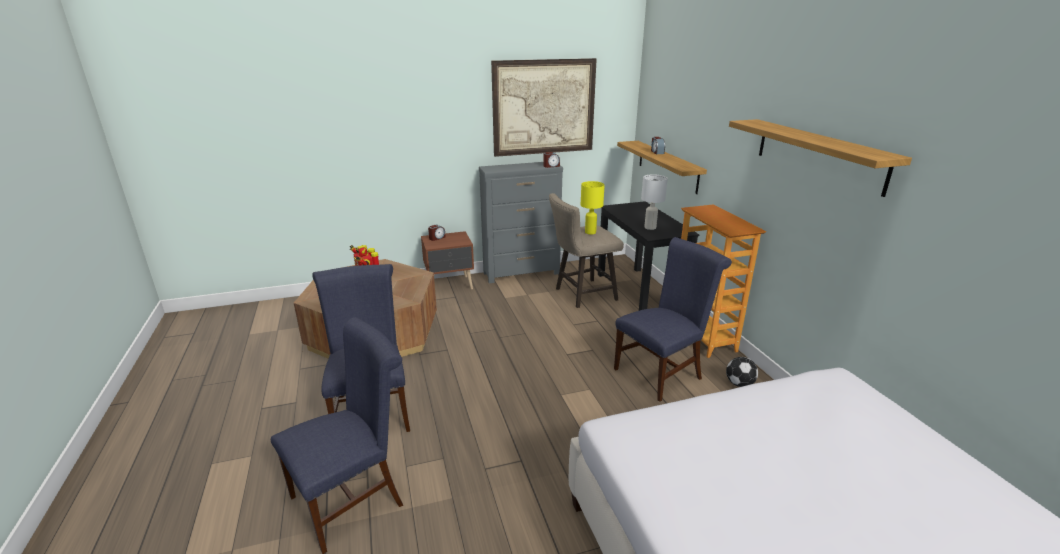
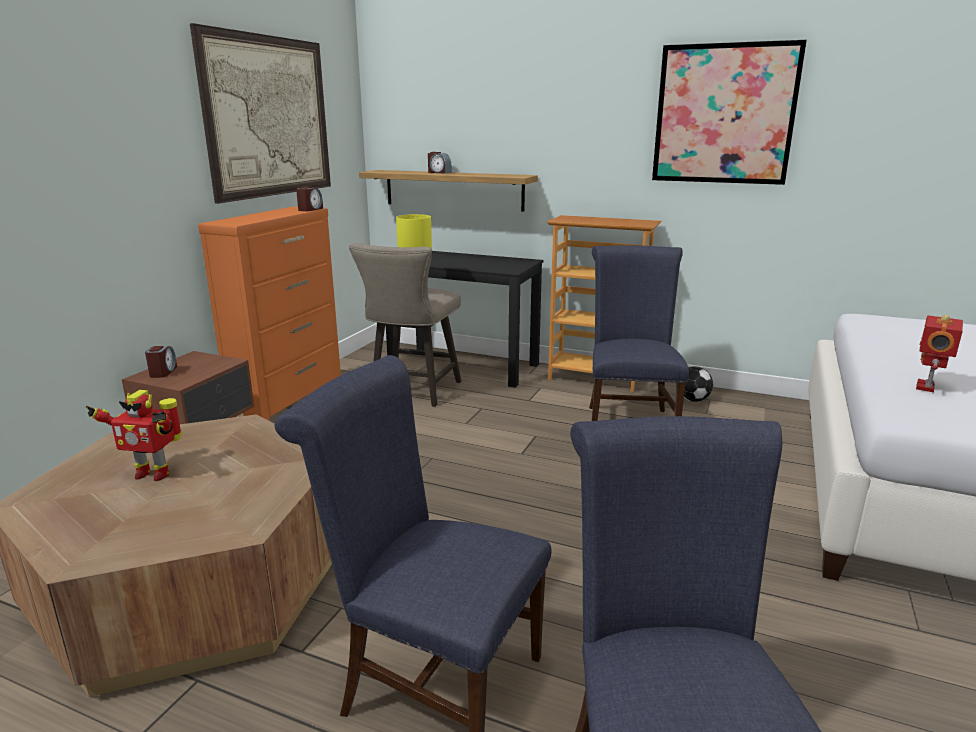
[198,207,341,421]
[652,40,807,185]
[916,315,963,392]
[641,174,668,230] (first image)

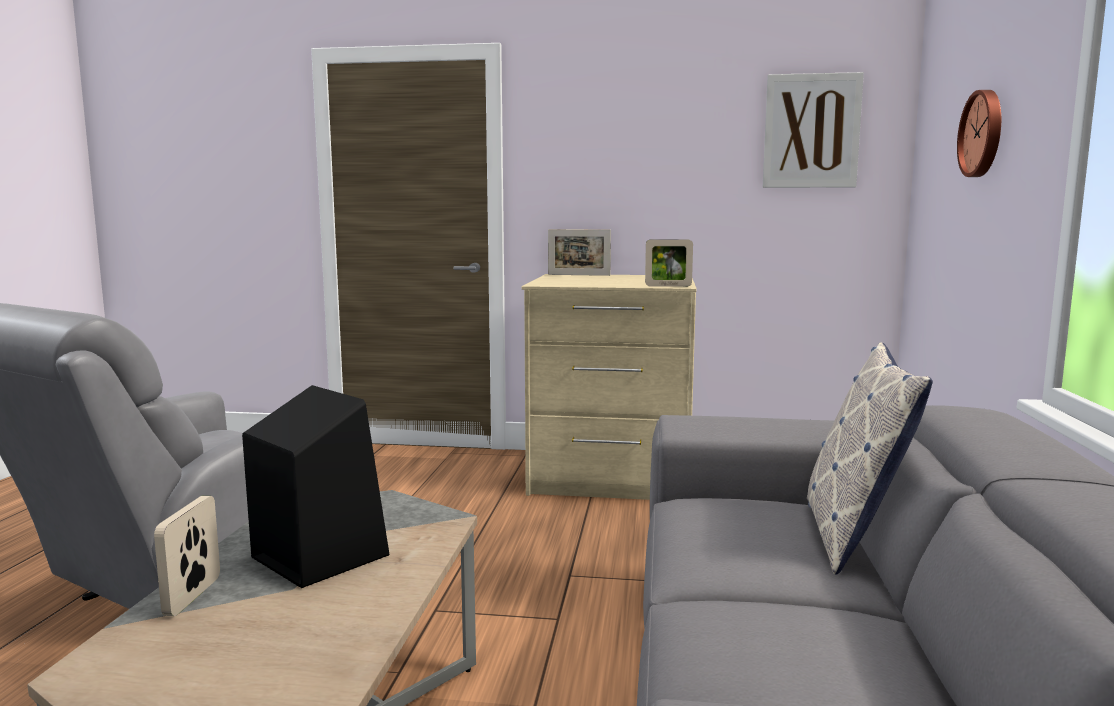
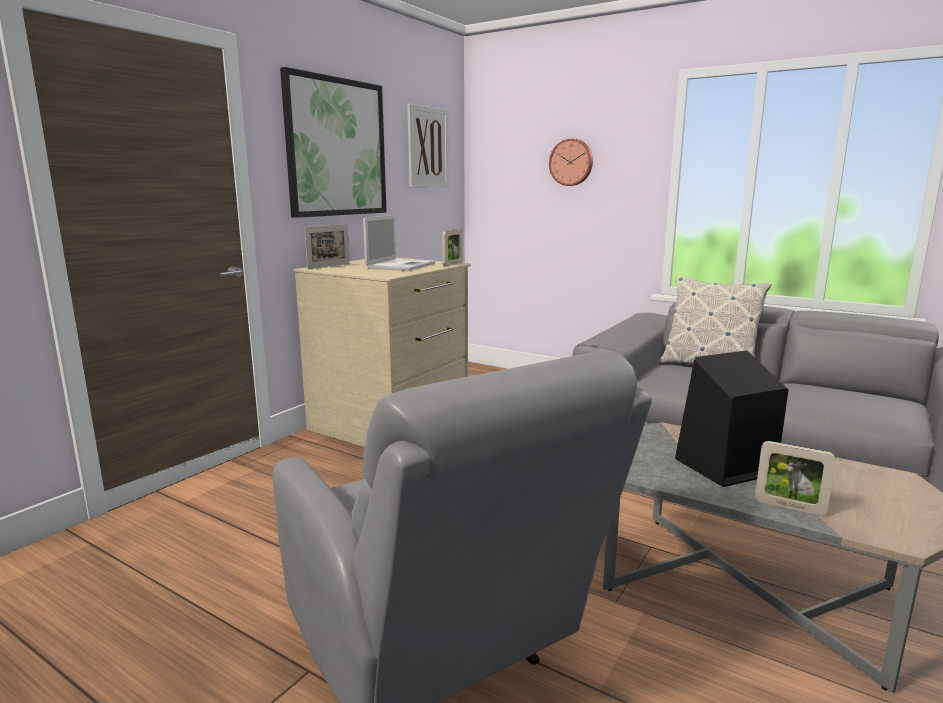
[280,67,387,218]
[363,215,435,271]

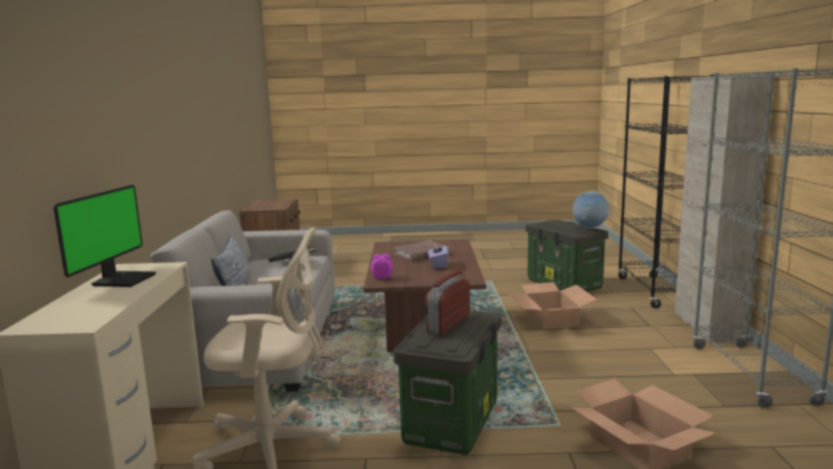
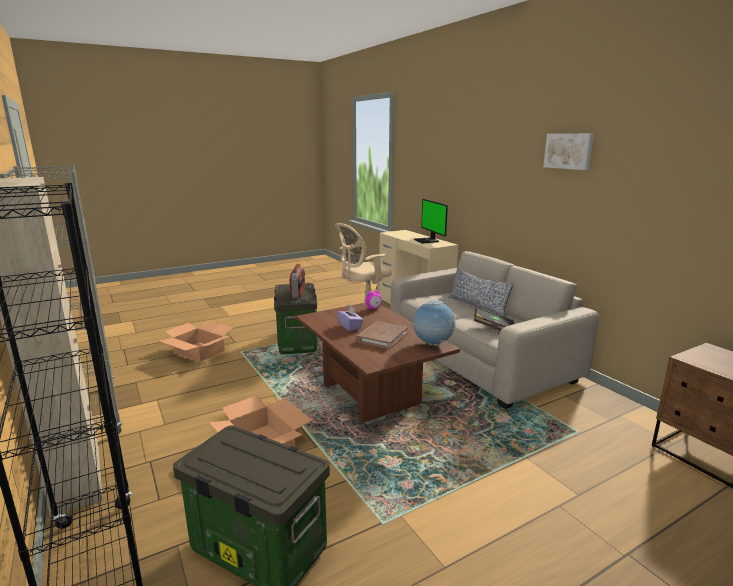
[413,300,456,346]
[543,133,594,170]

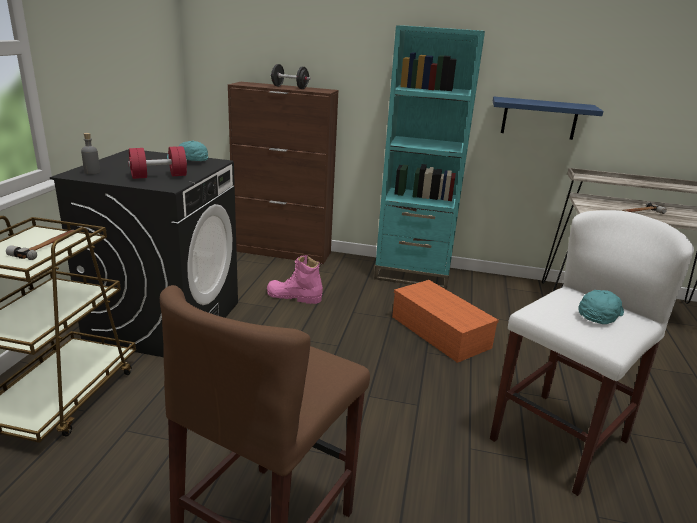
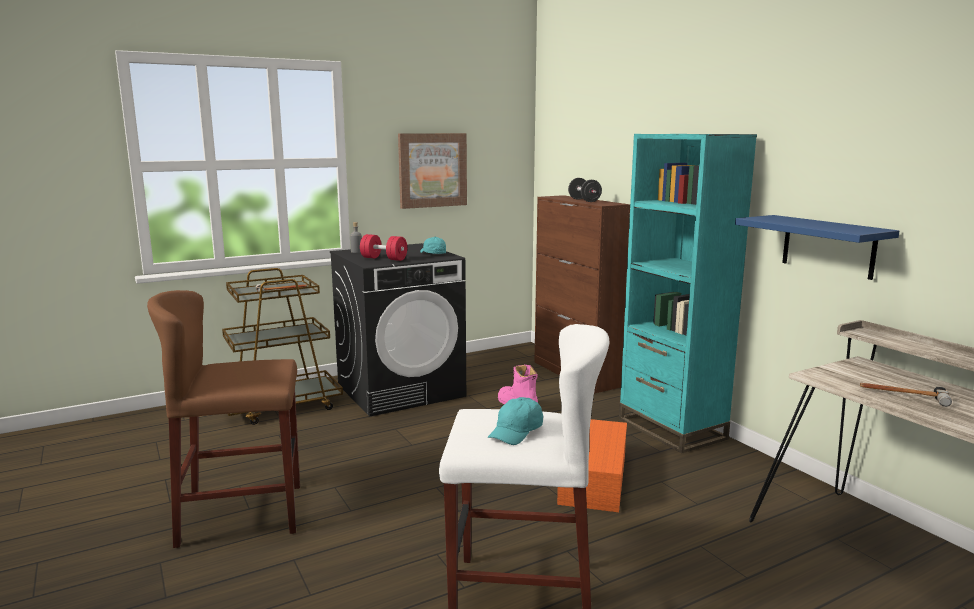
[398,133,467,209]
[488,397,543,445]

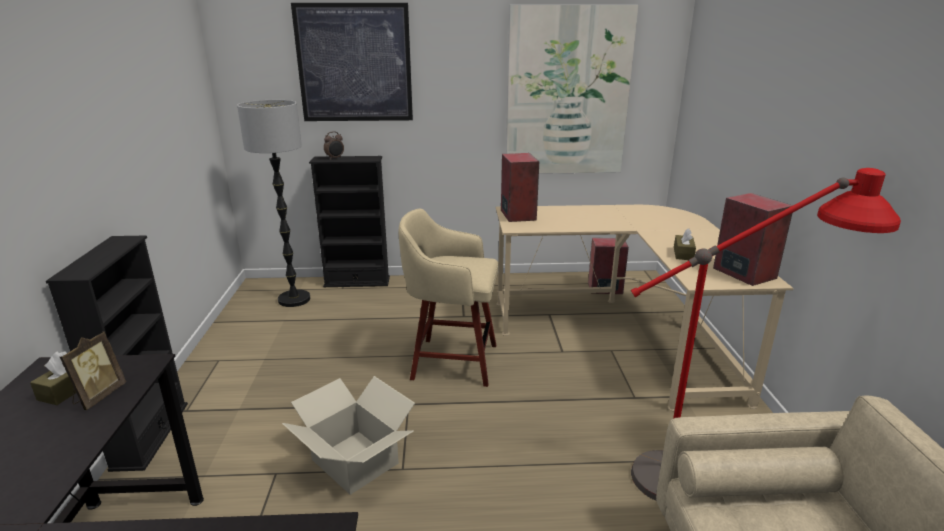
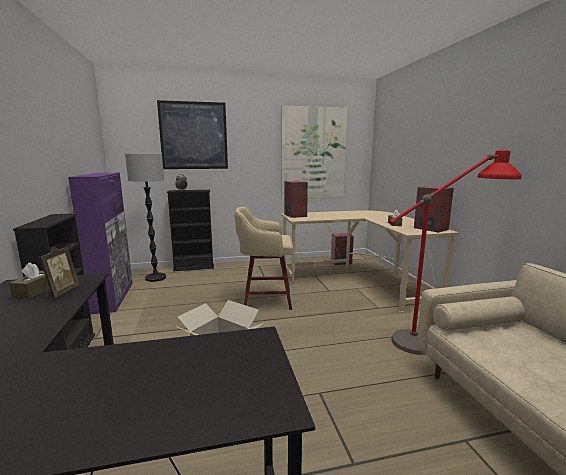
[68,173,133,314]

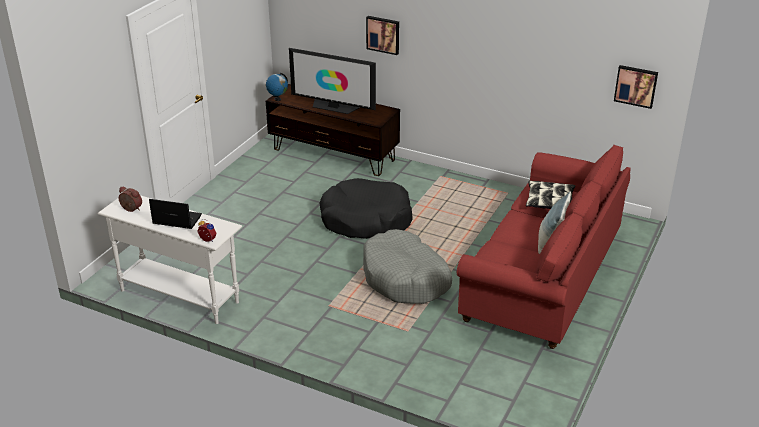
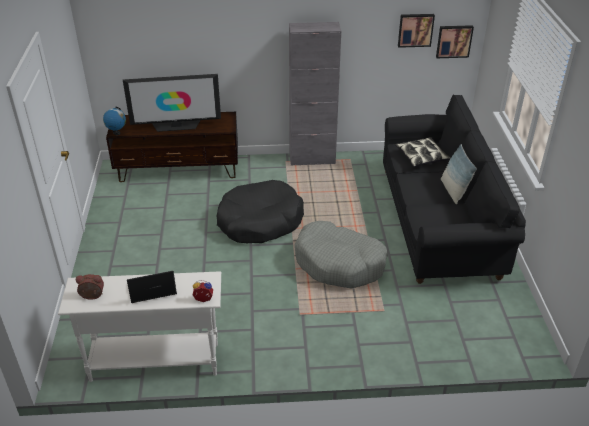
[289,22,341,165]
[383,95,526,284]
[398,14,435,48]

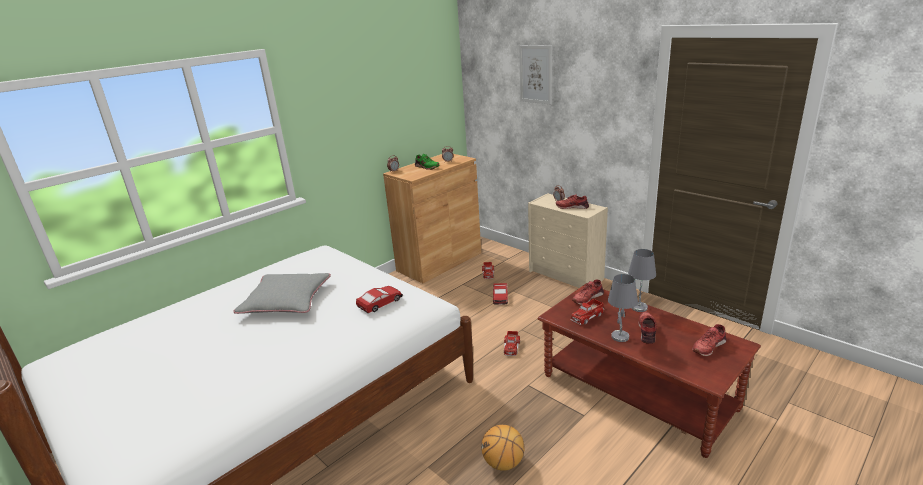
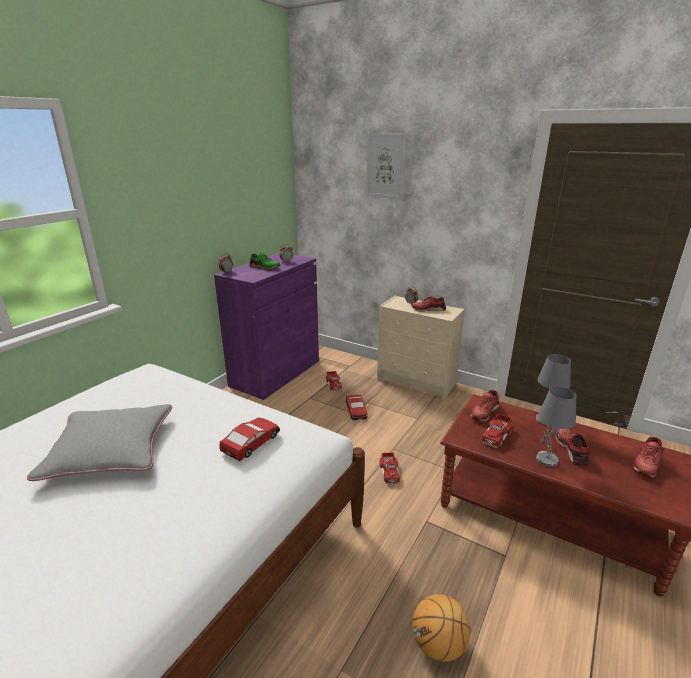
[214,253,319,400]

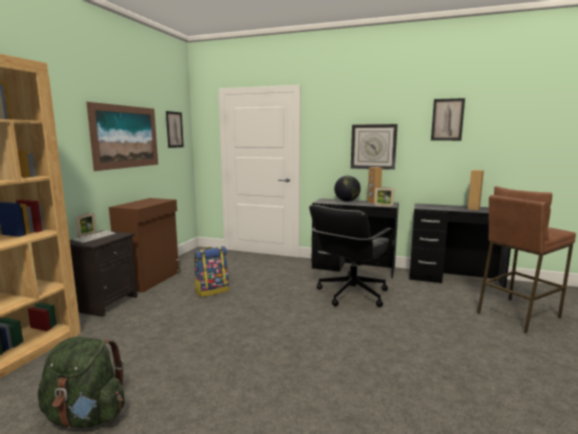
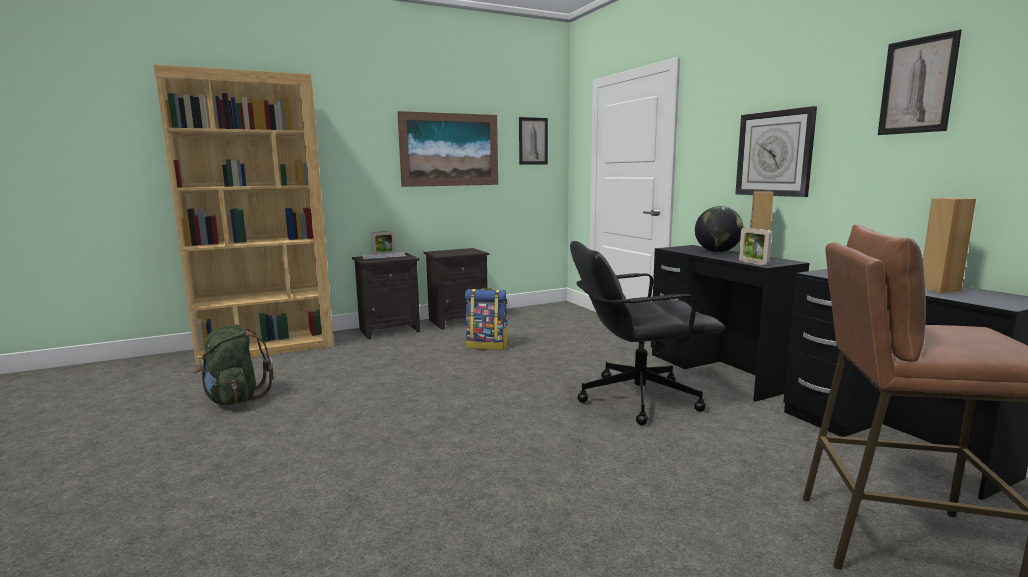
[424,248,489,330]

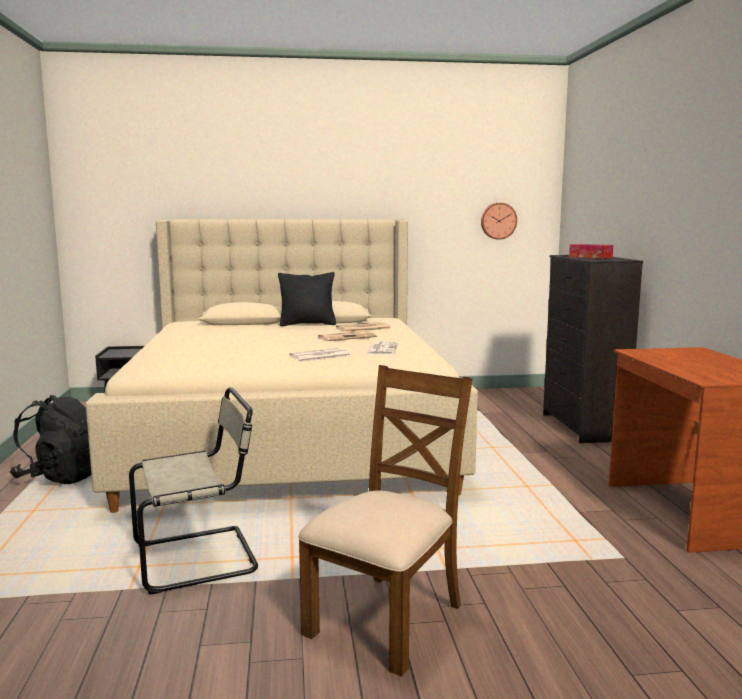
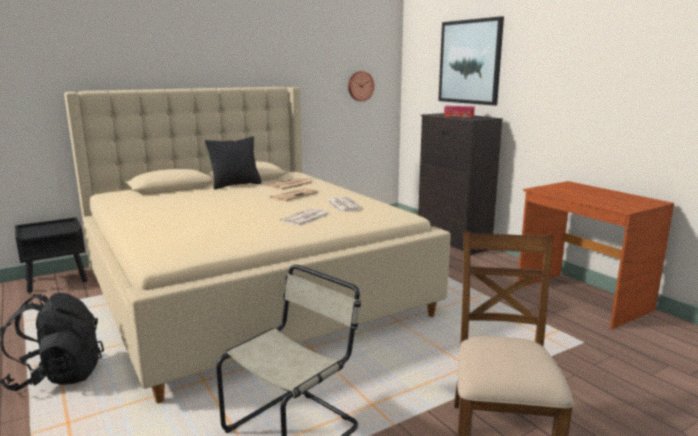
[438,16,504,106]

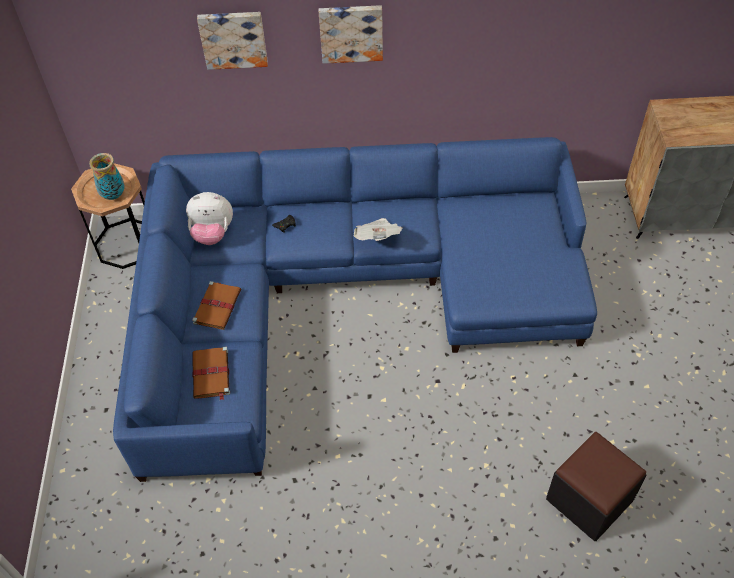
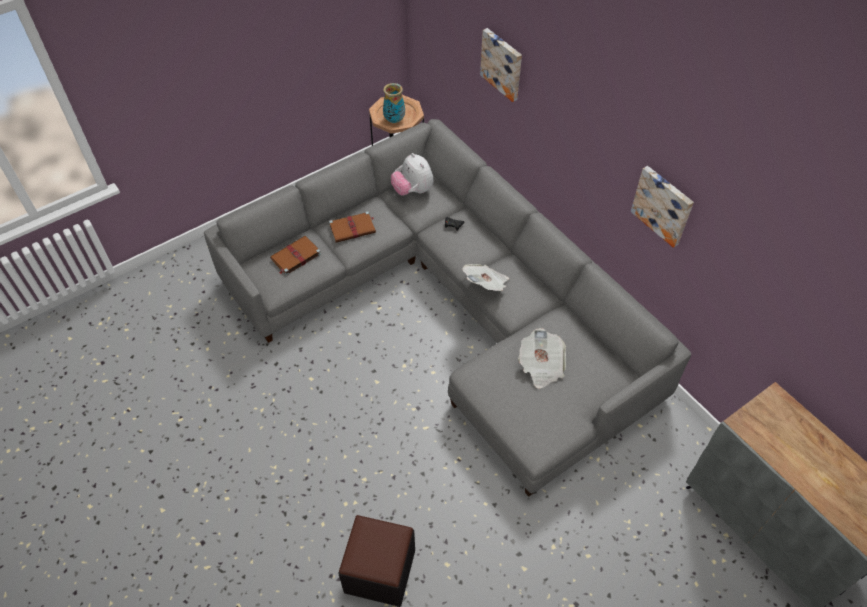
[204,119,692,497]
[518,328,566,389]
[631,166,694,248]

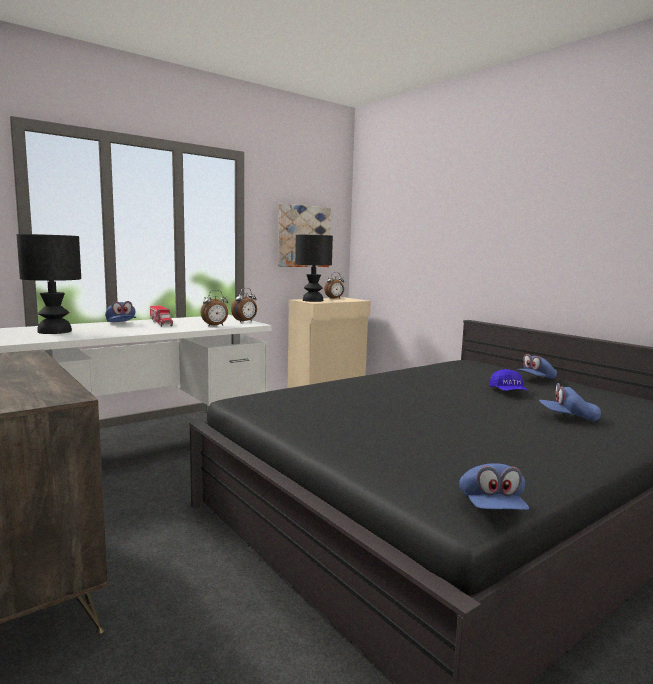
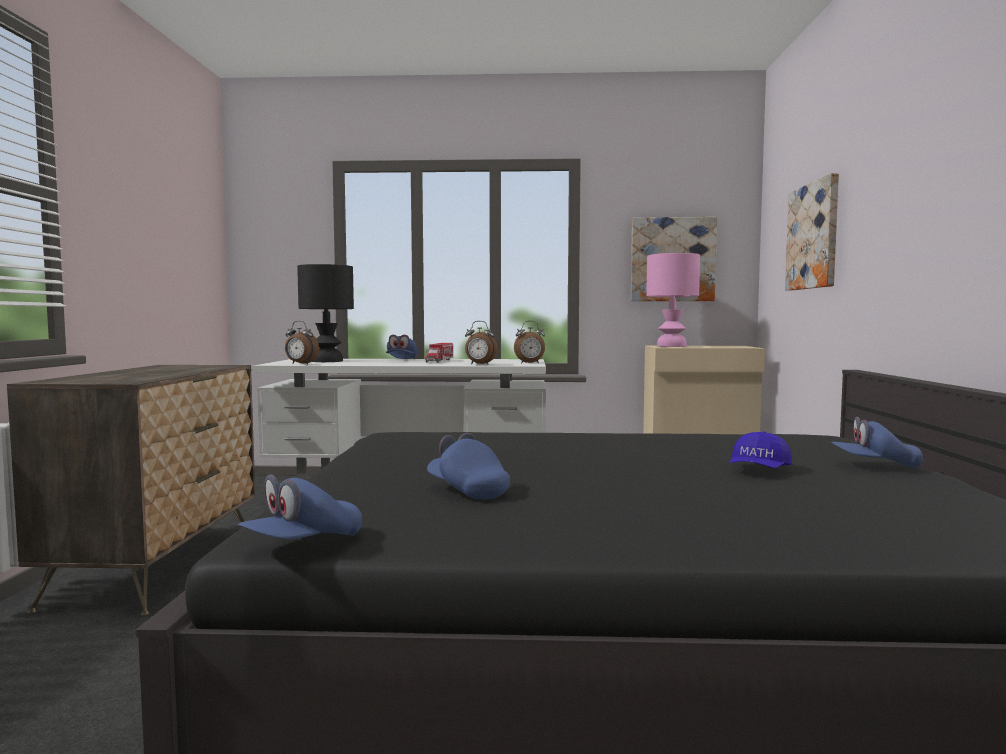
[285,321,319,364]
[427,433,510,500]
[646,253,700,347]
[785,173,839,291]

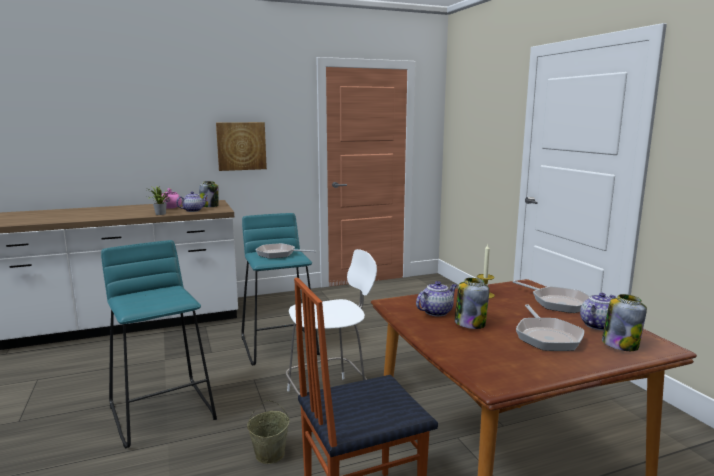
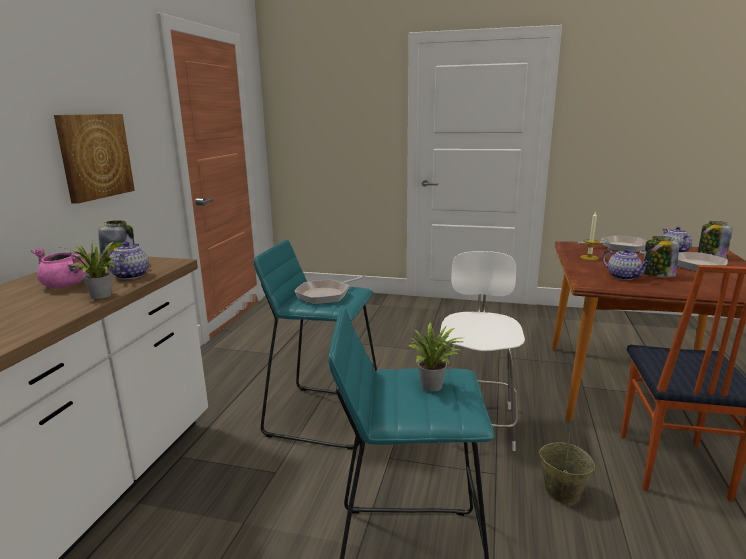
[409,322,462,392]
[602,248,651,280]

